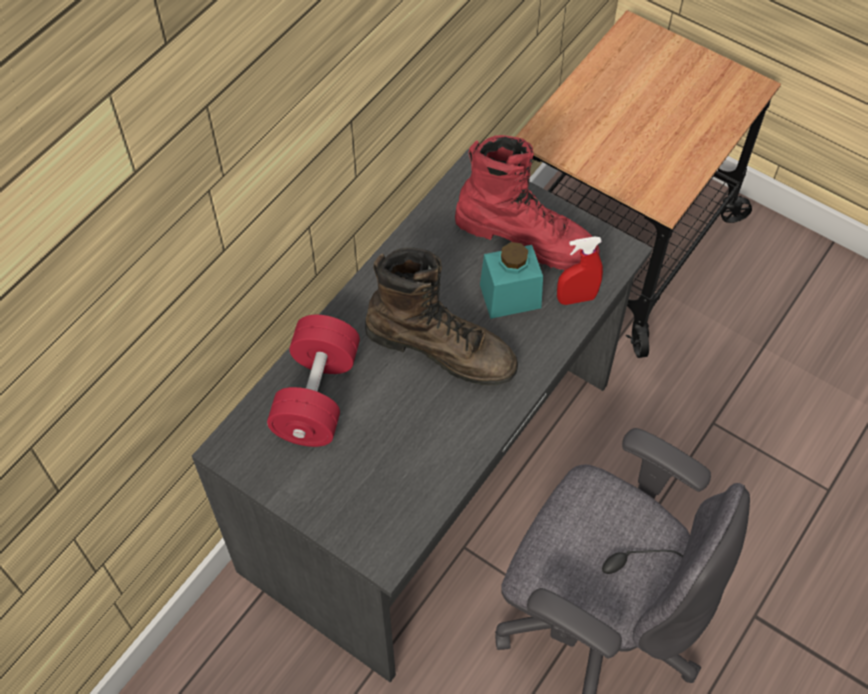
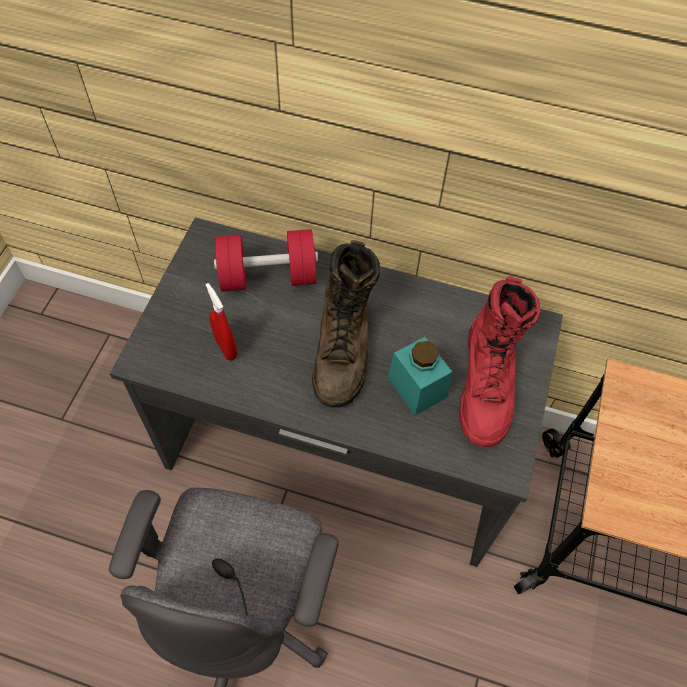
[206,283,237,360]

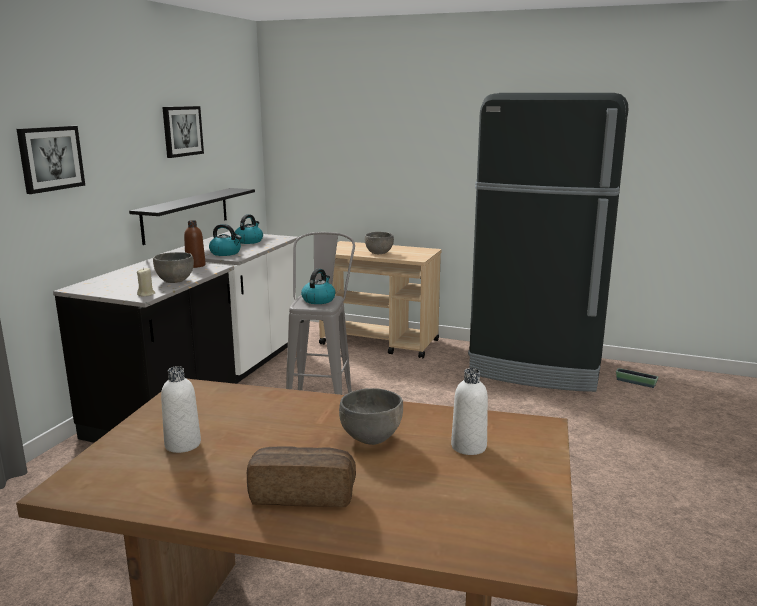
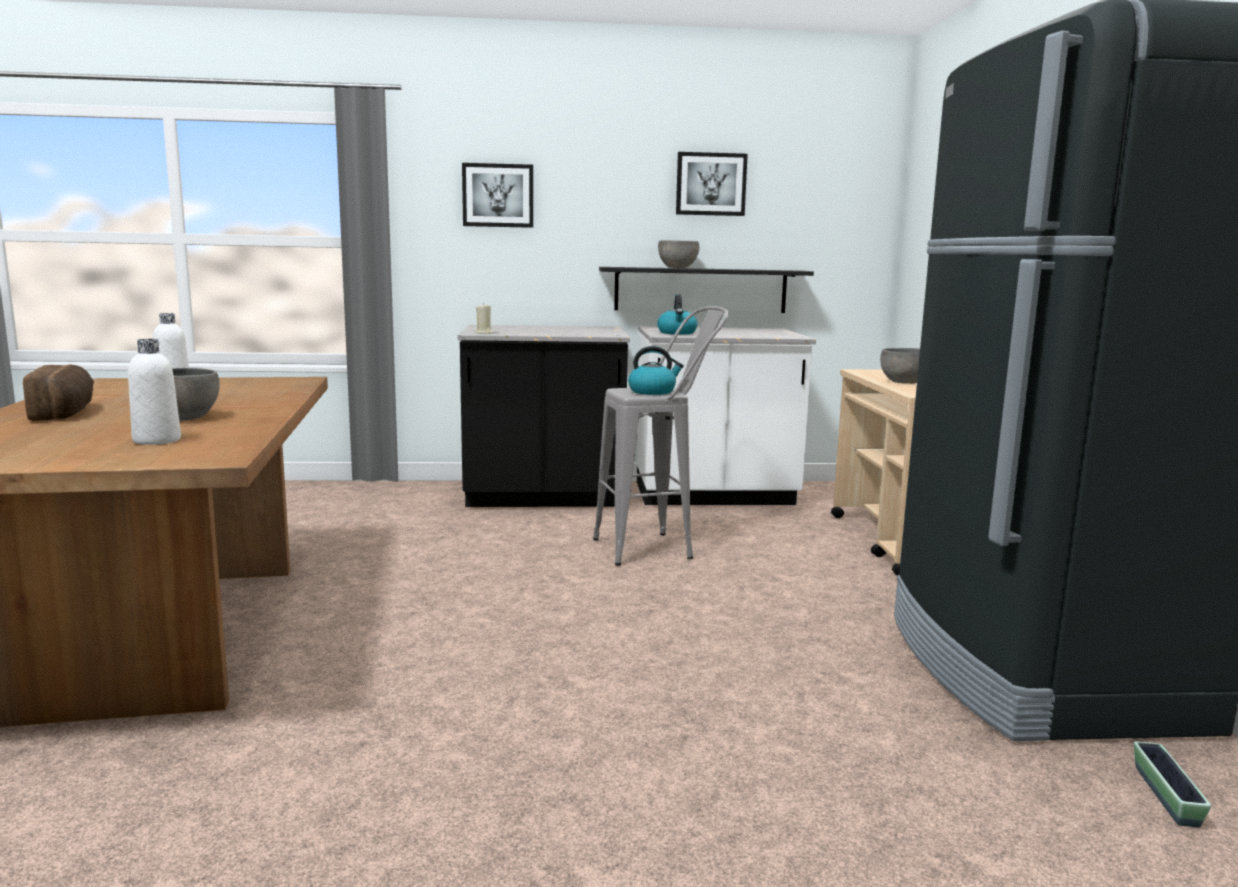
[658,240,700,268]
[184,220,206,268] (first image)
[235,214,263,244] (first image)

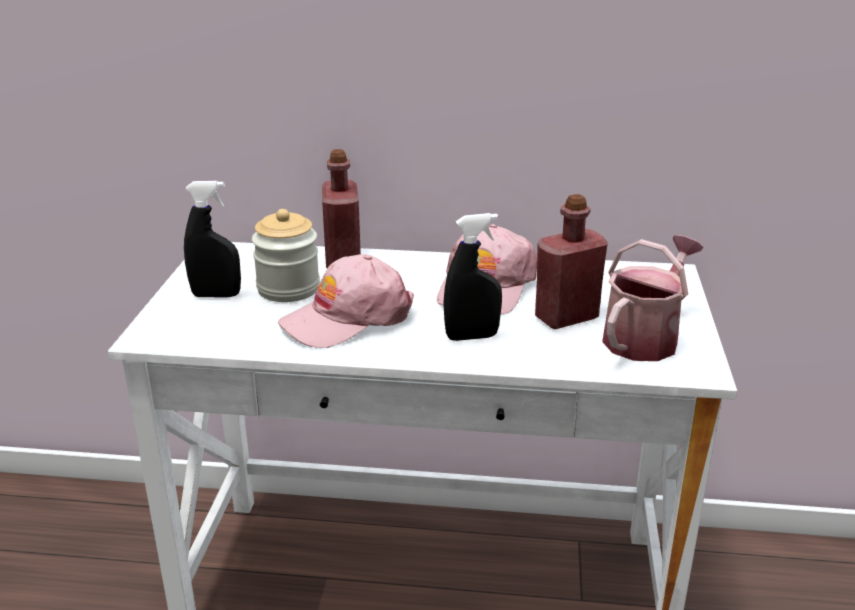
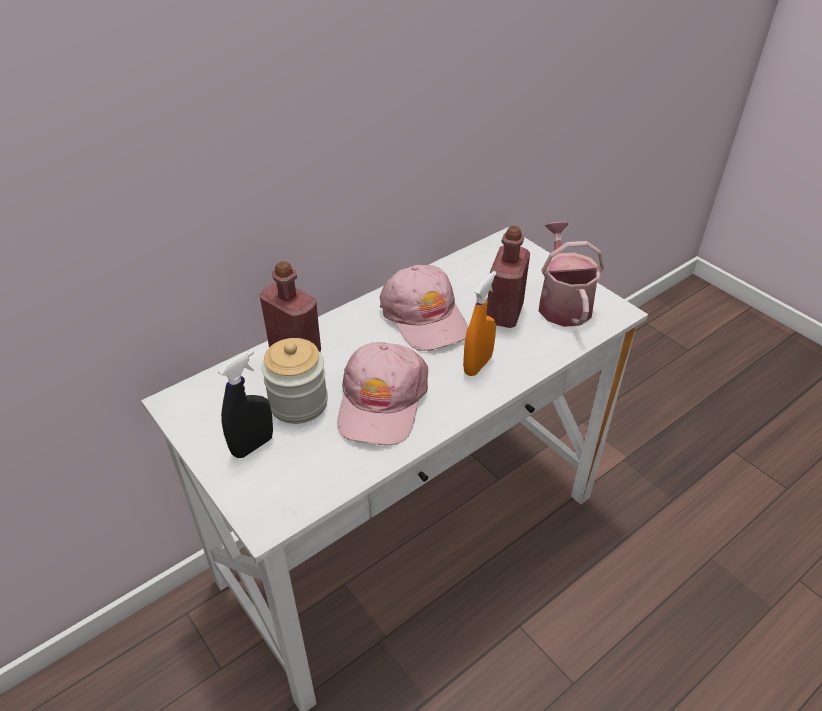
[463,271,497,376]

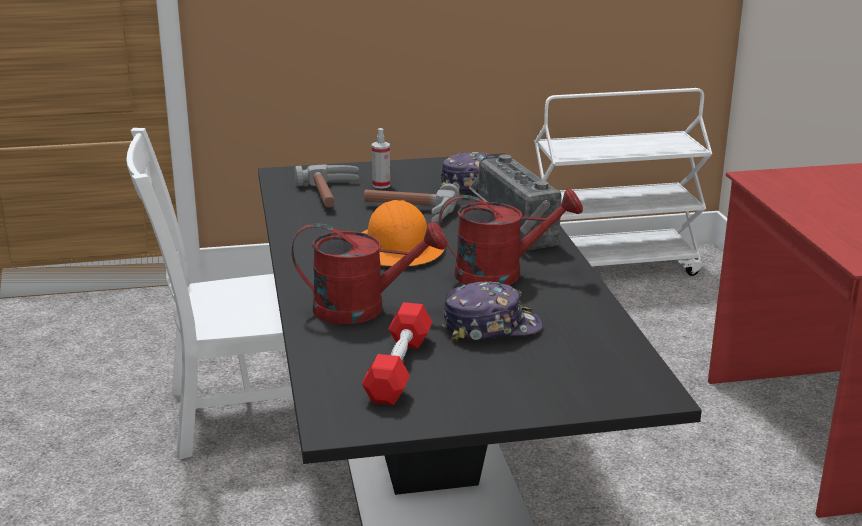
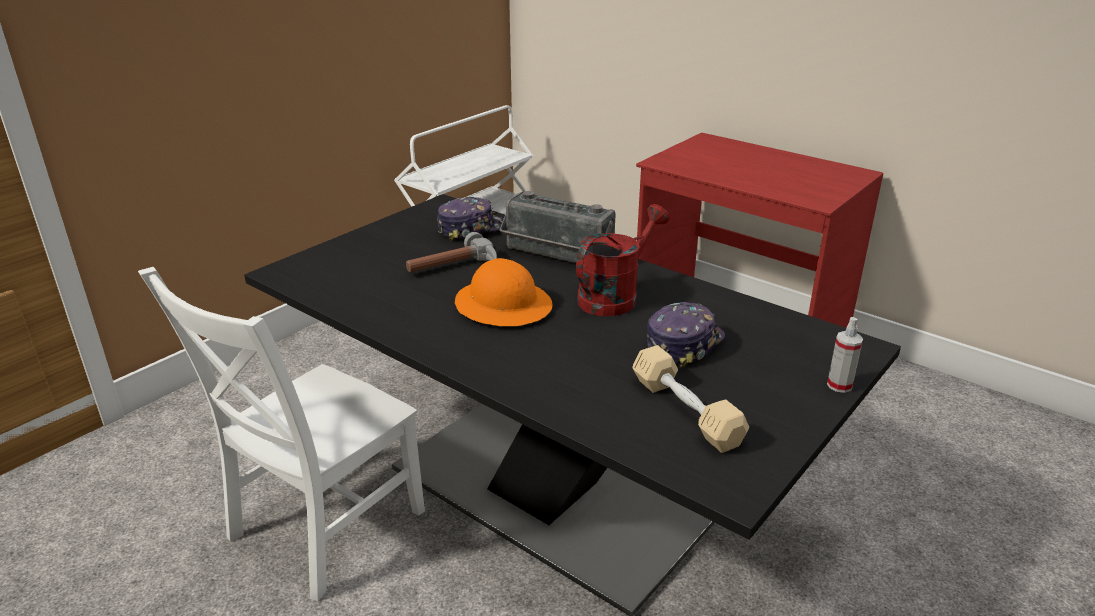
[632,345,749,453]
[827,317,863,393]
[292,222,447,324] (first image)
[295,164,359,207] (first image)

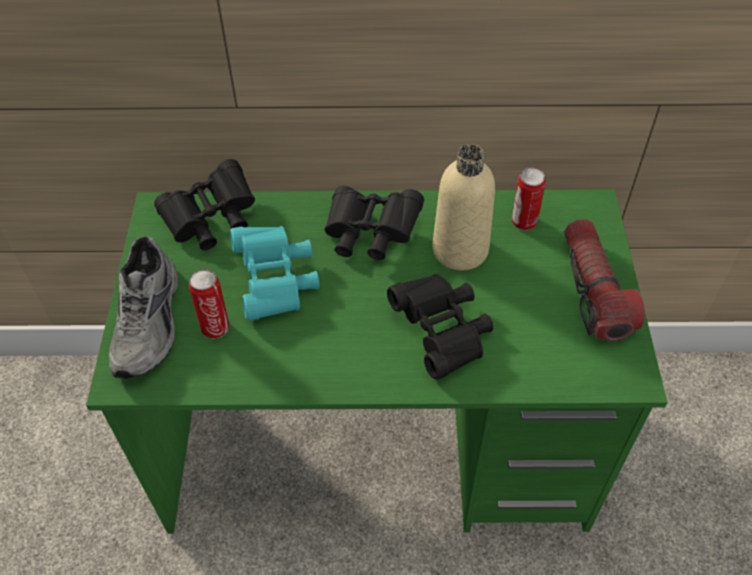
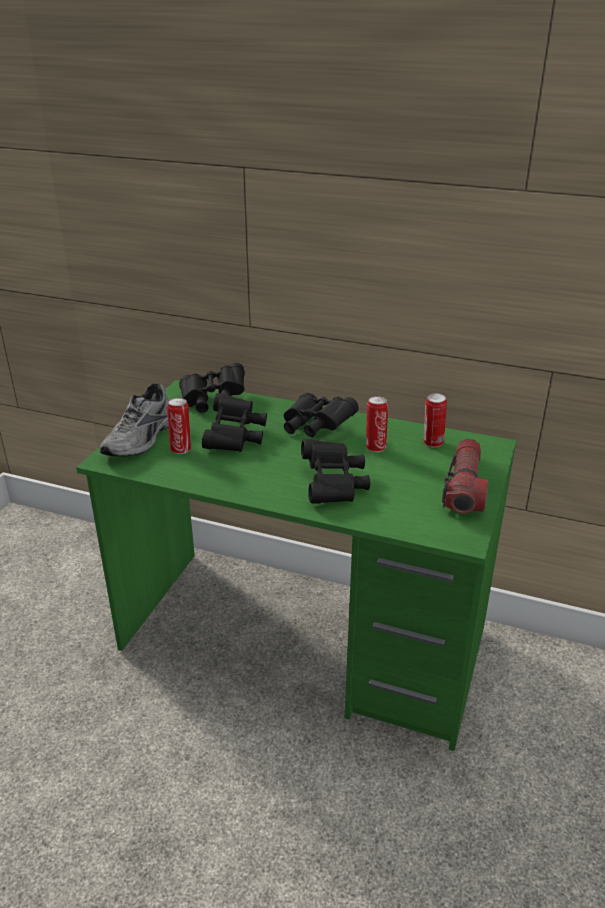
[202,393,267,452]
[366,396,388,452]

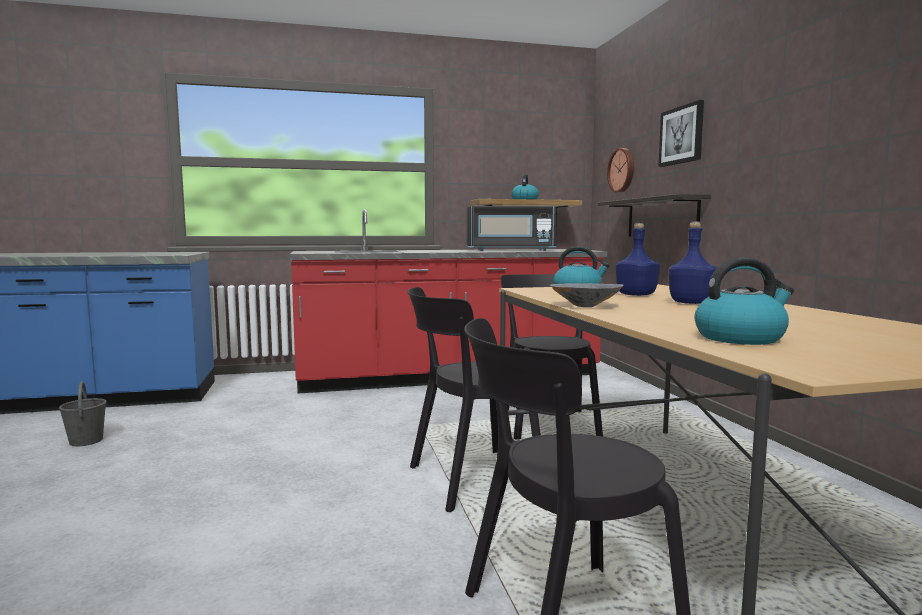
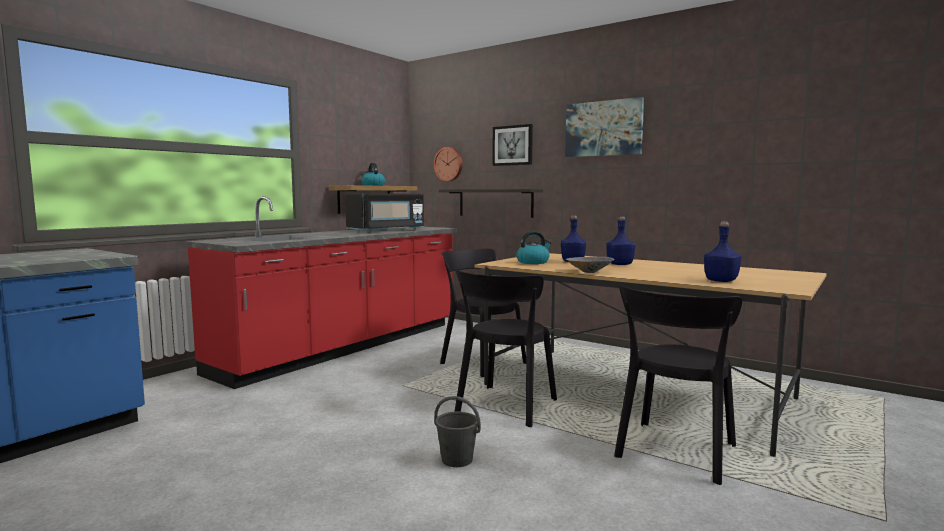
[434,396,481,467]
[565,97,644,157]
[704,221,741,282]

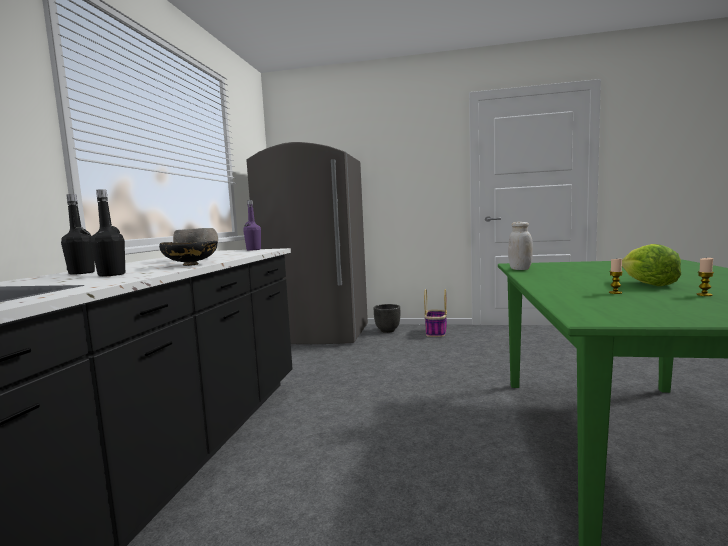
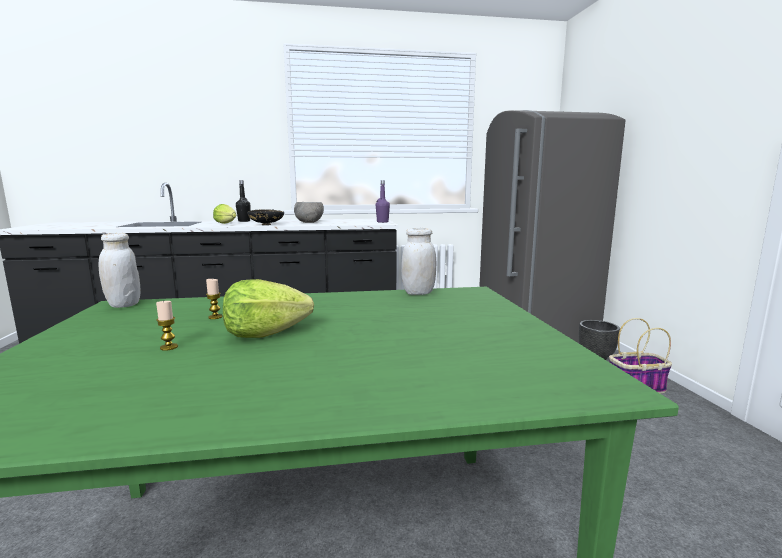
[98,233,141,308]
[213,204,236,224]

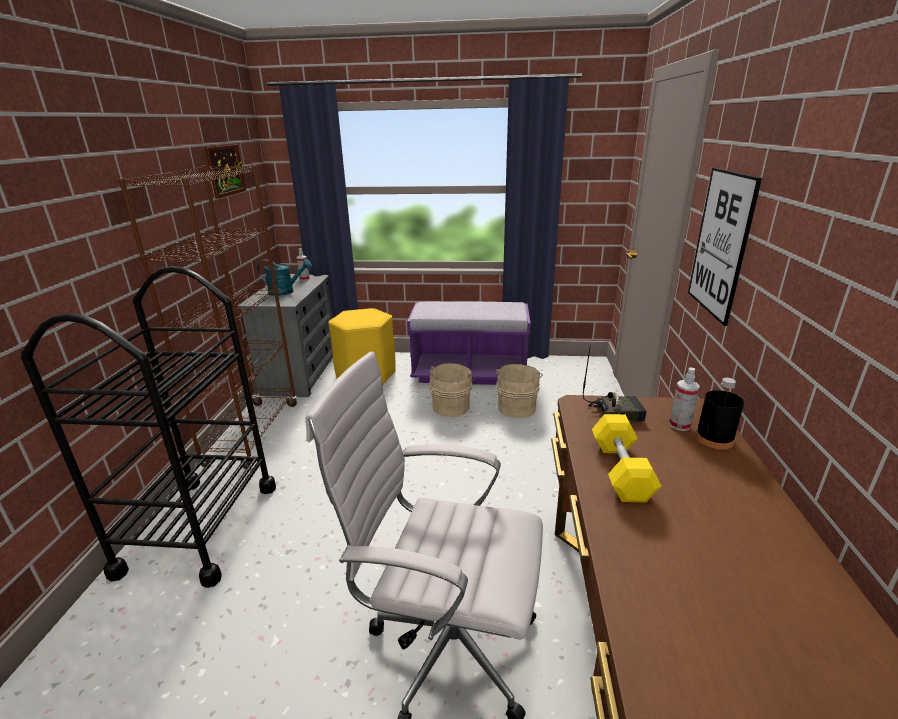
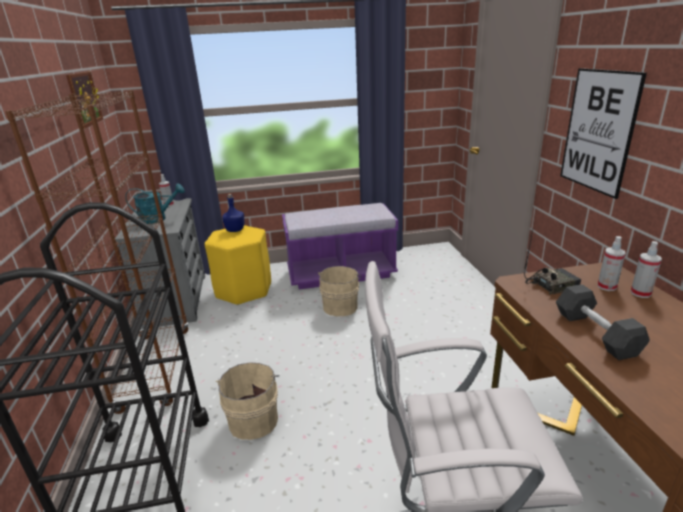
[216,362,279,440]
[222,194,244,232]
[556,284,650,360]
[631,241,662,298]

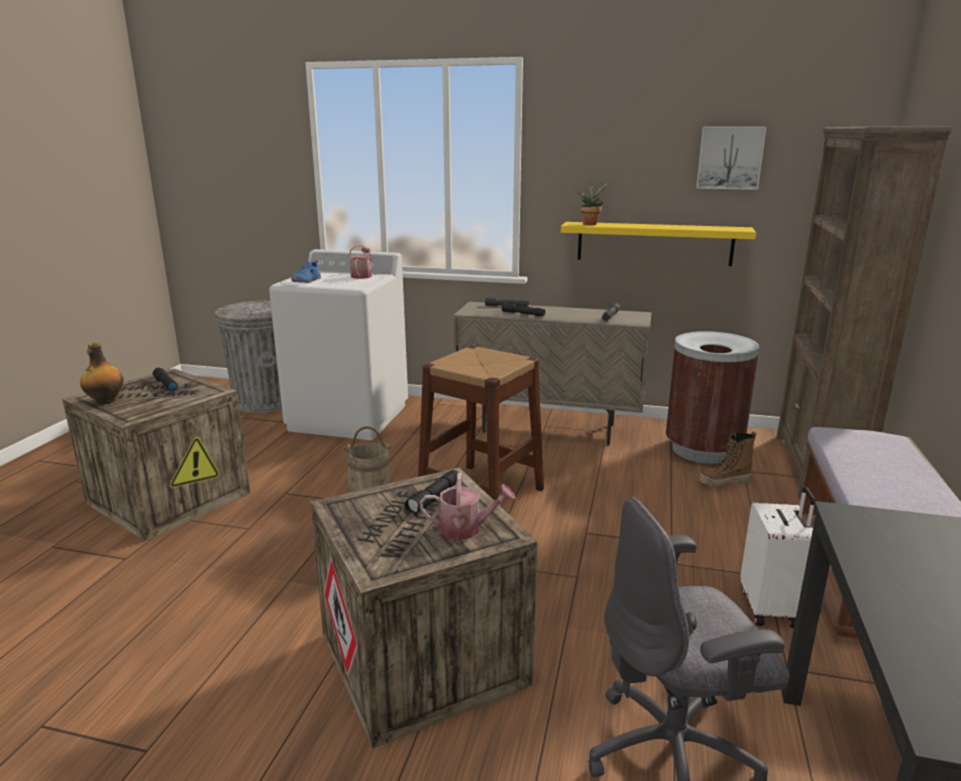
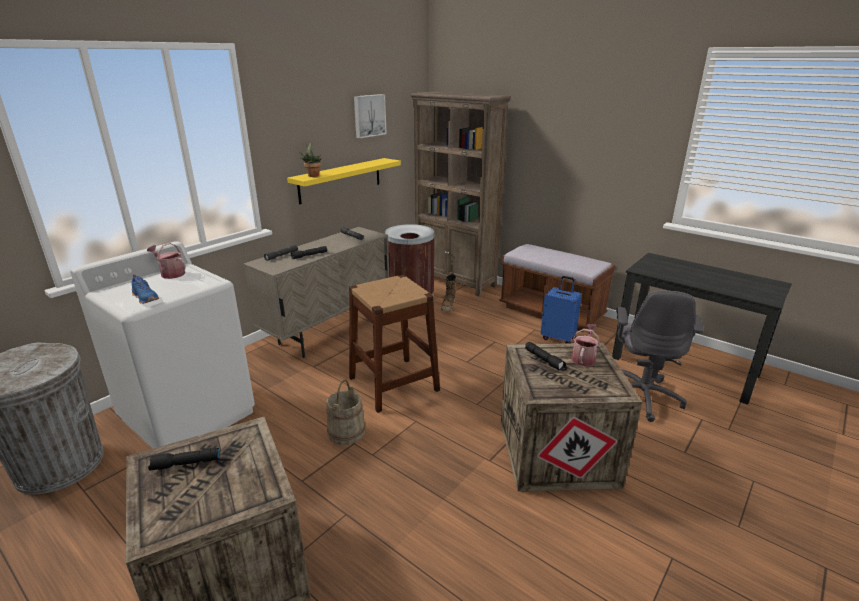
[541,276,582,343]
[80,343,124,404] (first image)

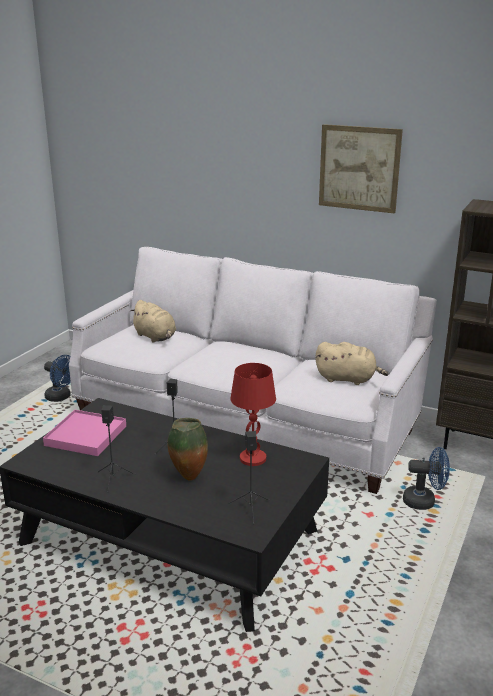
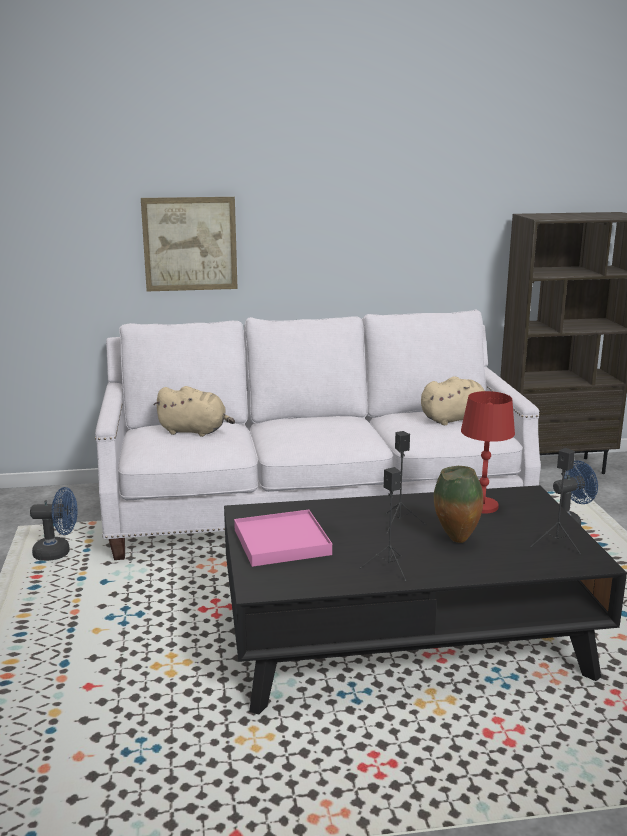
[141,197,238,291]

